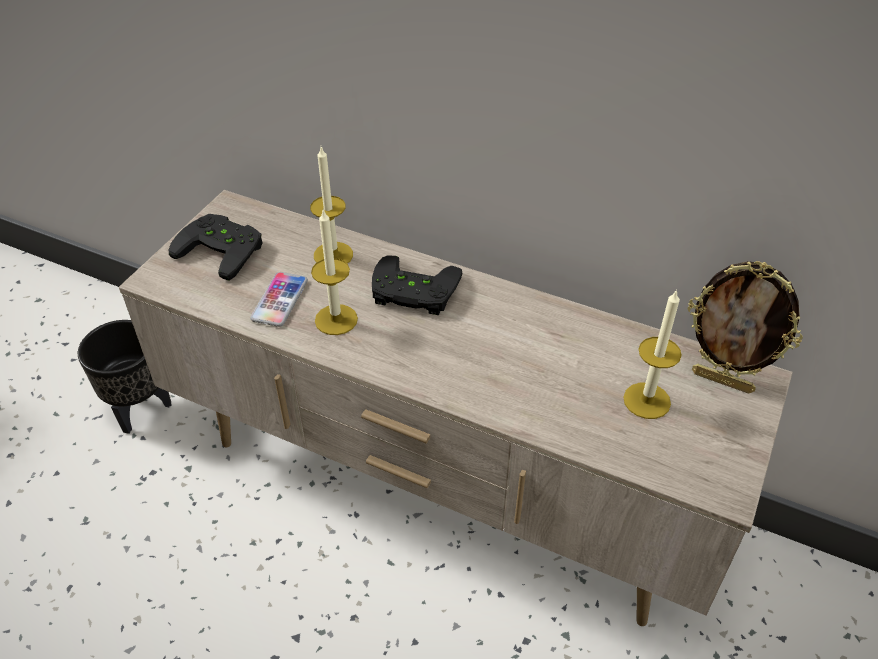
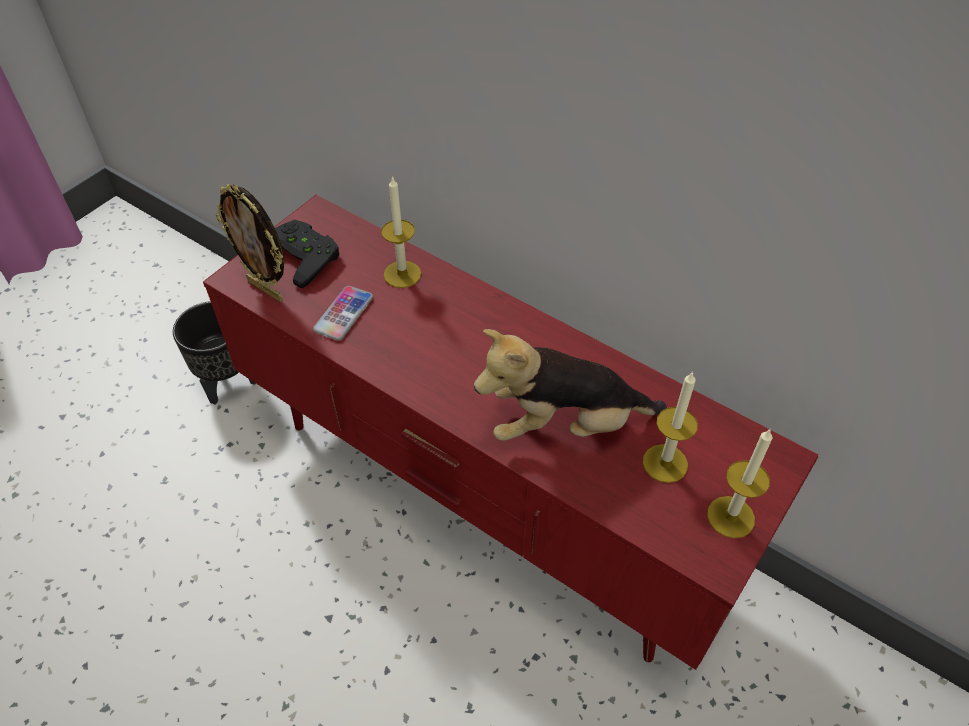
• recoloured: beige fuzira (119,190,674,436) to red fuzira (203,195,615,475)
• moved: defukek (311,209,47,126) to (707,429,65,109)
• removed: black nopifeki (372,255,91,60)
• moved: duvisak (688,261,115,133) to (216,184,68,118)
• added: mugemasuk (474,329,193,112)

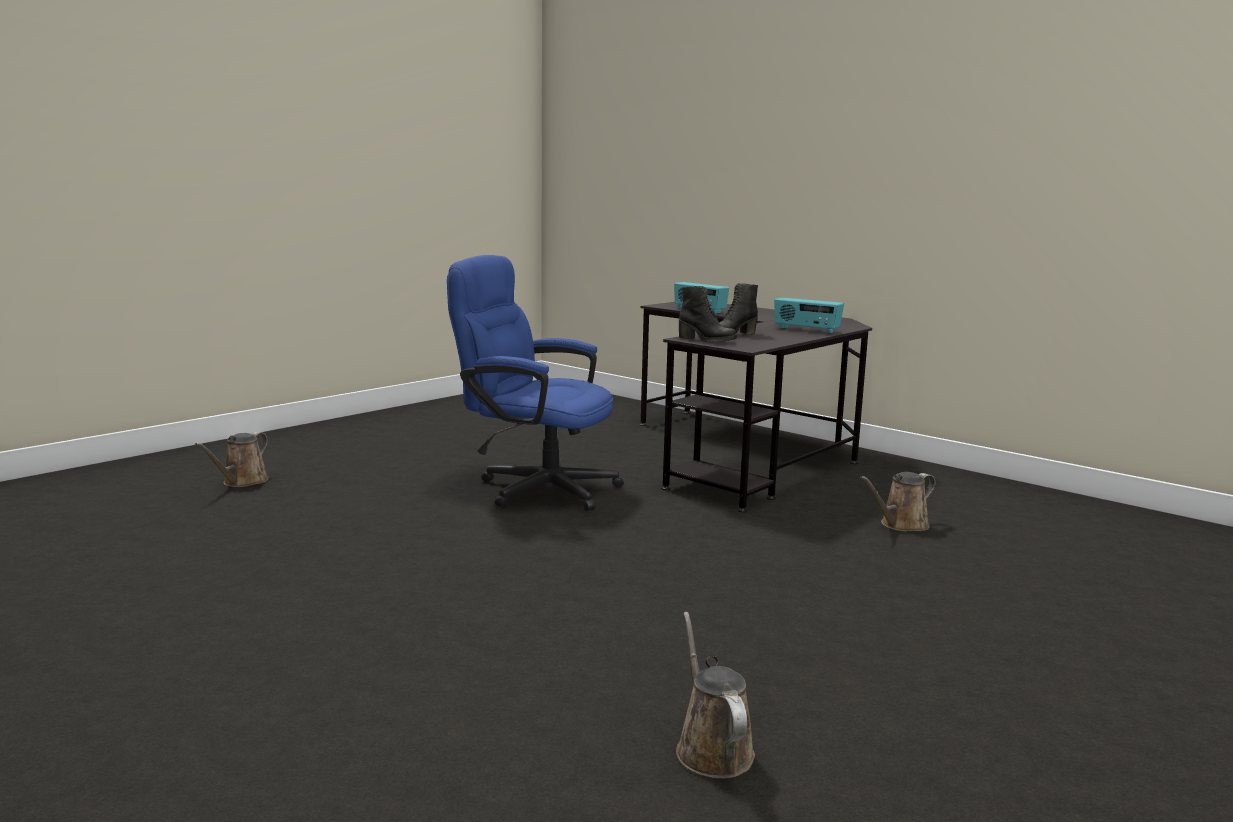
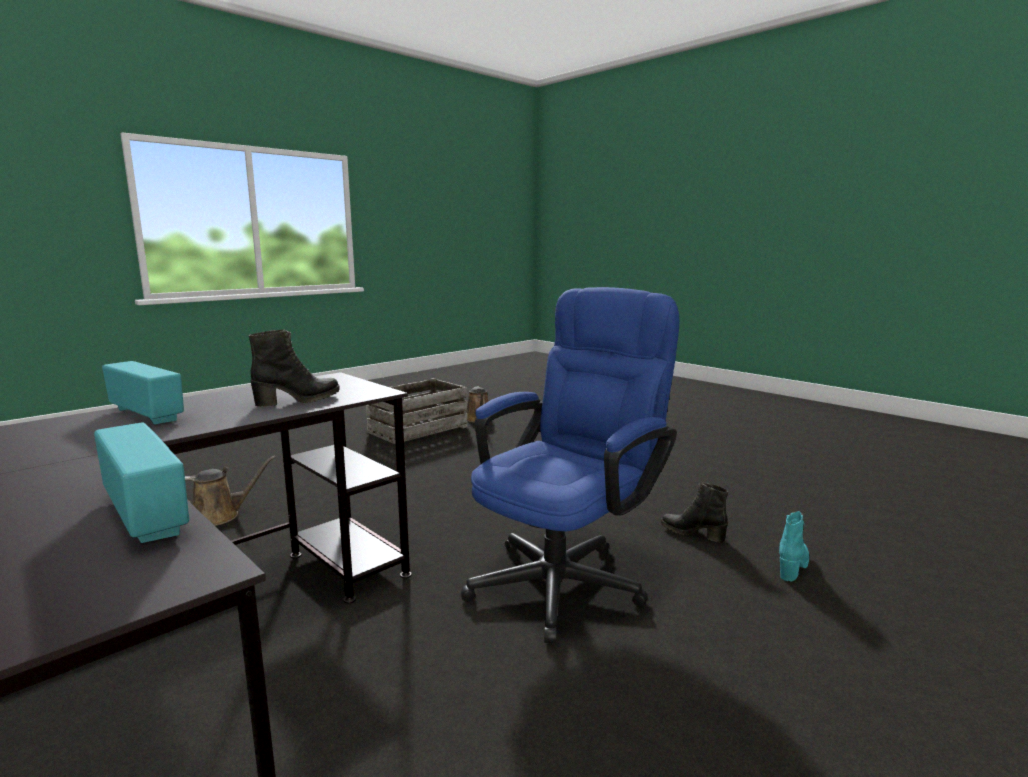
• turned: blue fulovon (447,255,177,256) = (461,287,218,356) 75 degrees counterclockwise
• moved: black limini (679,286,58,56) to (661,483,67,60)
• removed: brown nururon (195,432,74,55)
• added: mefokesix (366,378,101,67)
• added: turquoise limini (779,511,30,71)

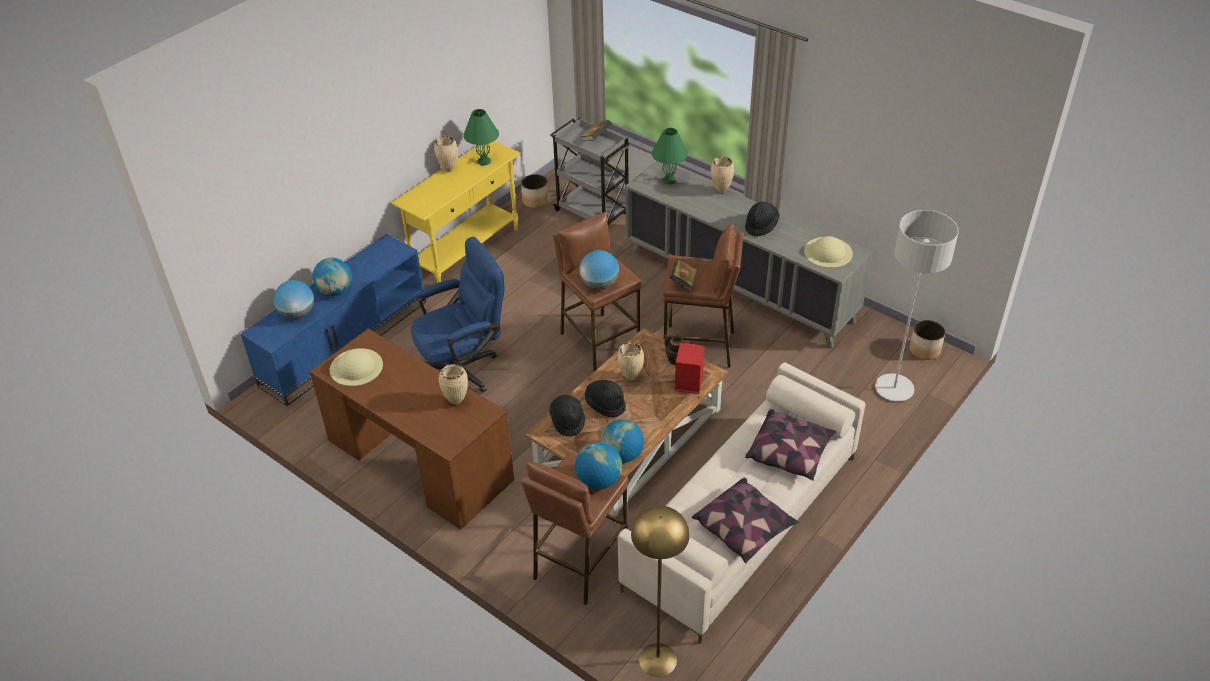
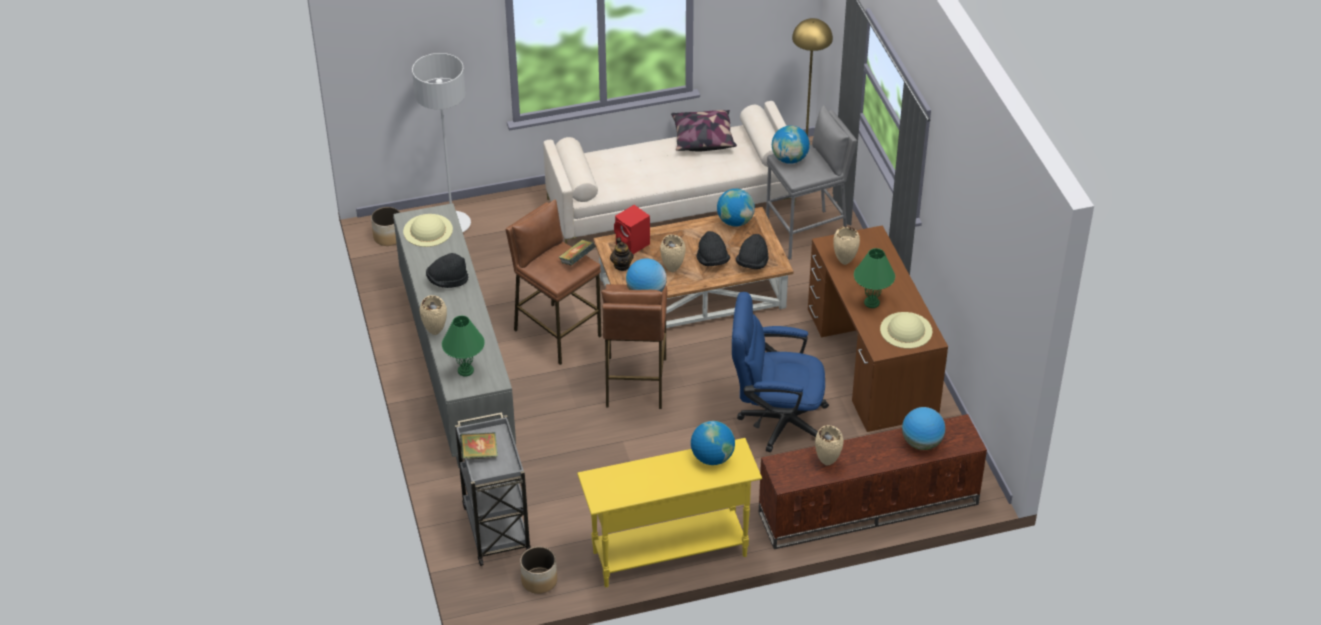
• moved: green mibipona (463,109,36,56) to (854,248,41,60)
• moved: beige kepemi (434,136,24,36) to (815,425,29,41)
• recoloured: blue fuzira (241,234,185,172) to brown fuzira (759,414,228,135)
• moved: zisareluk (312,258,40,38) to (691,421,44,44)
• removed: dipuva (745,408,91,73)
• recoloured: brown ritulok (521,452,107,153) to grey ritulok (766,105,91,155)

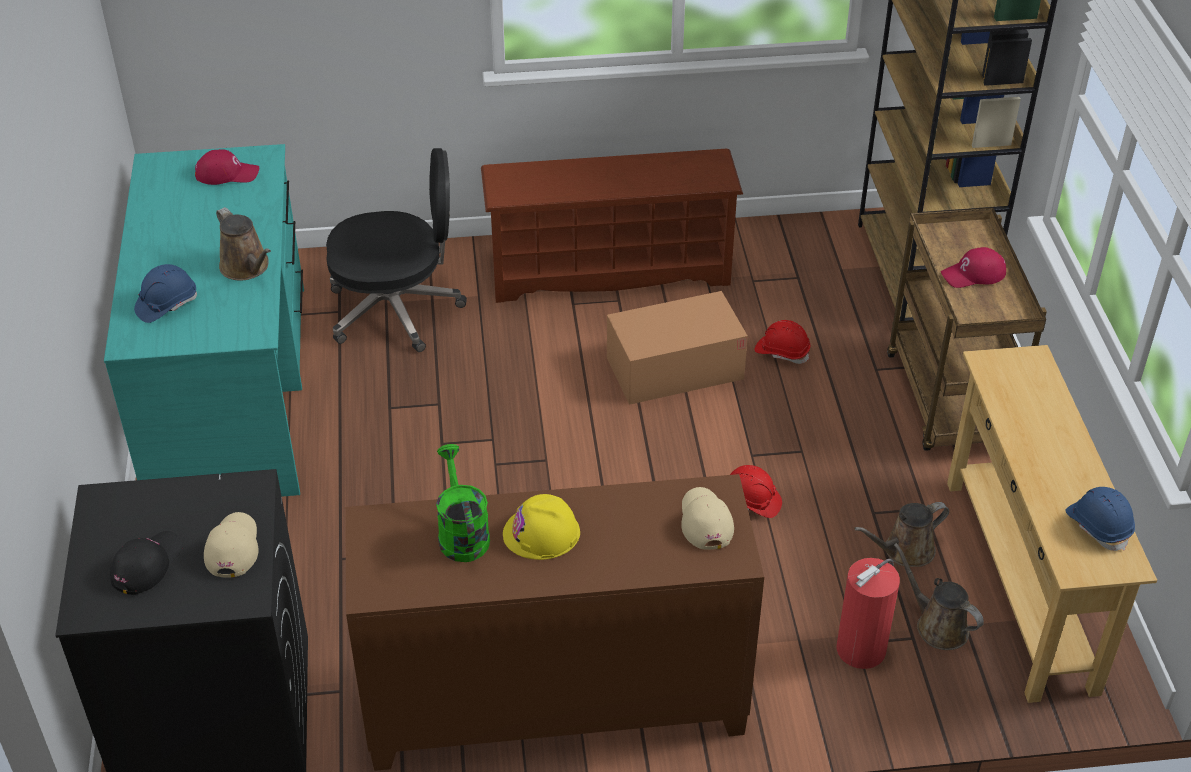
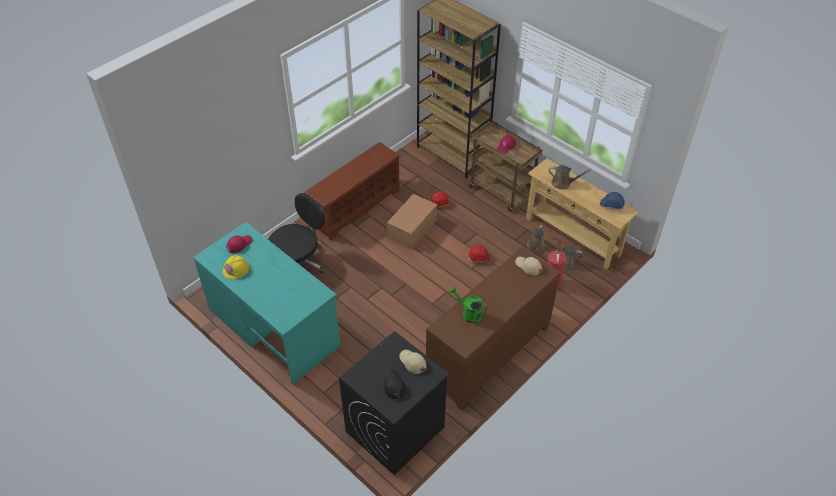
• moved: brown nururon (216,207,55,74) to (549,165,42,25)
• removed: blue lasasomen (134,264,63,59)
• moved: yellow lasasomen (503,494,77,66) to (223,255,26,24)

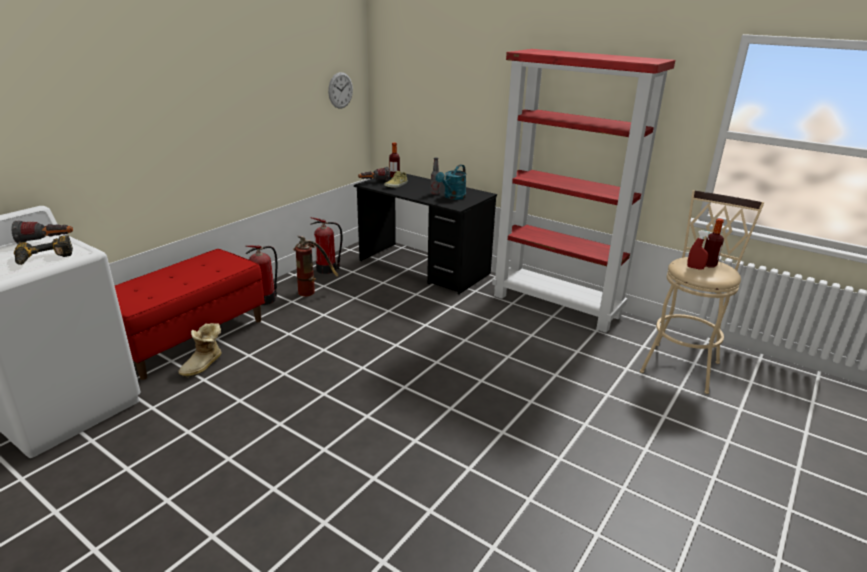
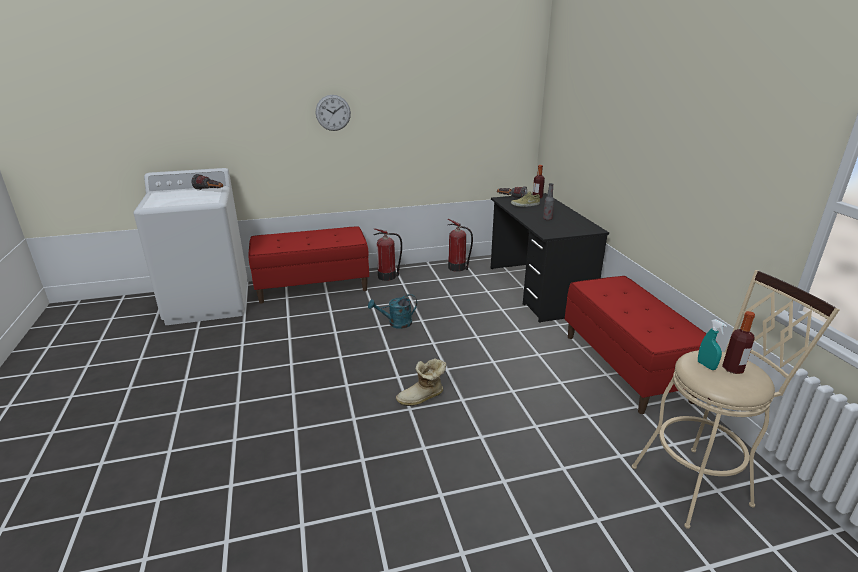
• replaced: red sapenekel (492,49,183,284) to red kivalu (565,276,152,138)
• moved: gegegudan (328,72,25,37) to (316,95,35,36)
• moved: turquoise nururon (436,164,30,36) to (368,294,49,35)
• recoloured: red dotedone (687,230,25,40) to turquoise dotedone (698,319,29,51)
• removed: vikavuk (14,235,59,30)
• removed: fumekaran (293,236,46,60)
• moved: limini (178,323,44,55) to (396,358,50,48)

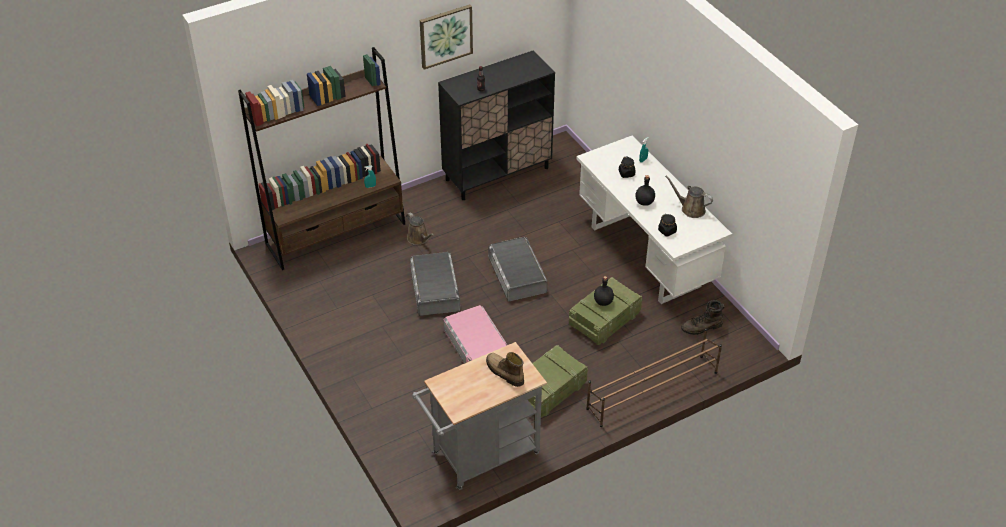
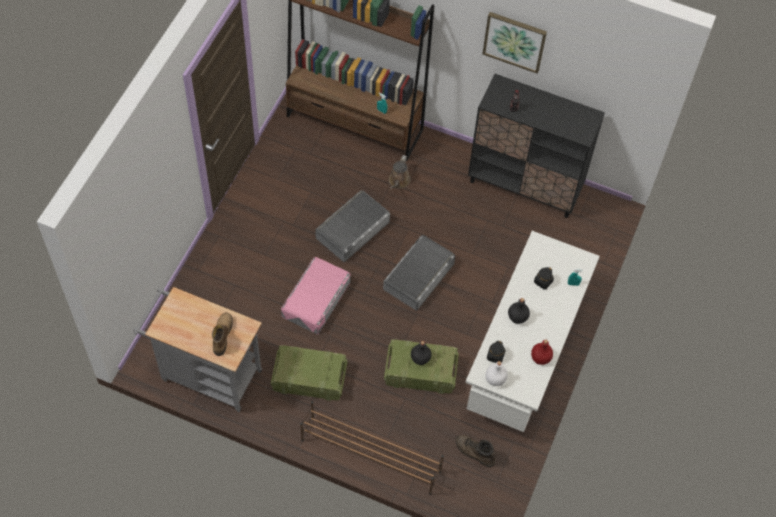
• replaced: brown nururon (665,176,48,42) to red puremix (531,340,22,25)
• added: white puremix (486,361,21,25)

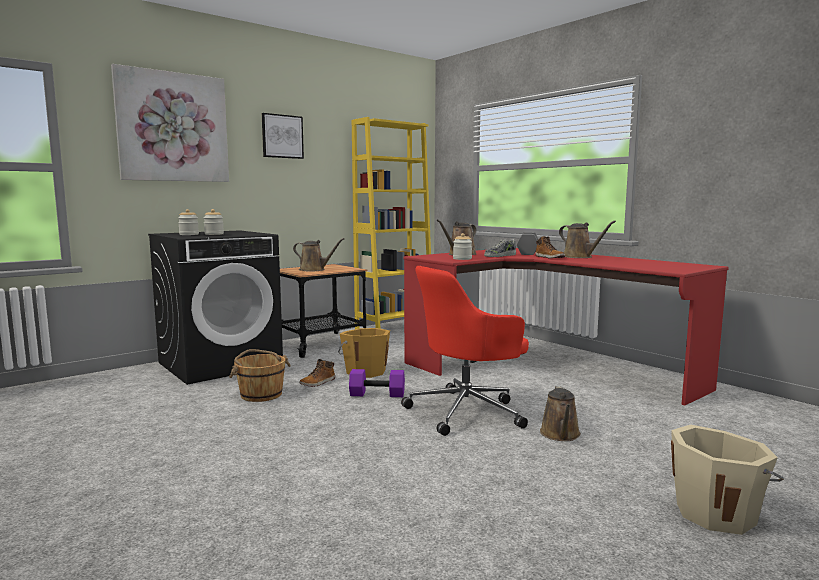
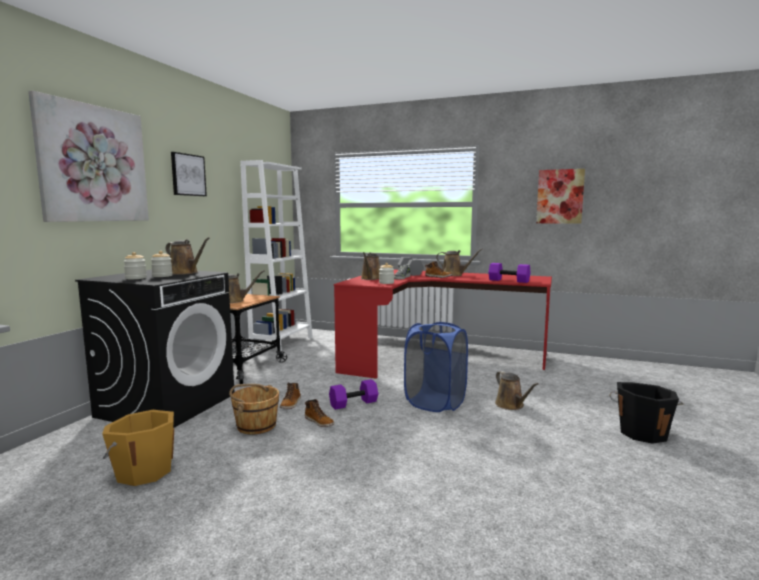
• recoloured: yellow sapenekel (352,117,79,212) to white sapenekel (240,160,73,191)
• replaced: red fulovon (401,266,128,170) to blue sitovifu (404,322,64,90)
• moved: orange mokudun (338,328,52,50) to (102,410,72,76)
• recoloured: beige mokudun (671,425,113,110) to black mokudun (609,382,74,62)
• added: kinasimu (536,169,49,55)
• added: brown nururon (166,237,44,38)
• added: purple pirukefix (488,263,43,20)
• added: limini (305,399,29,28)

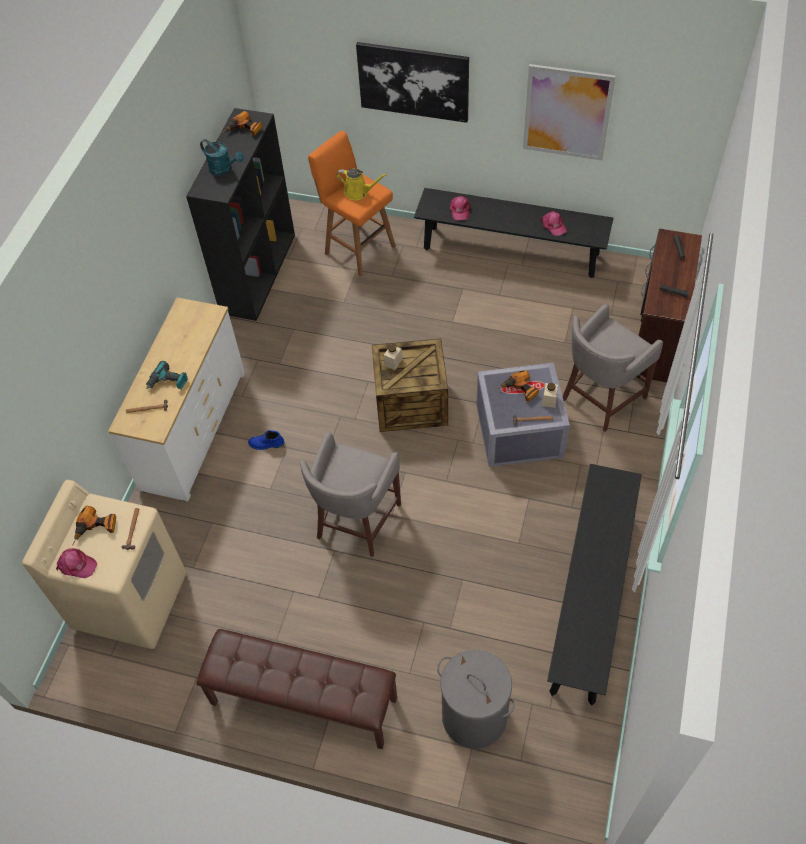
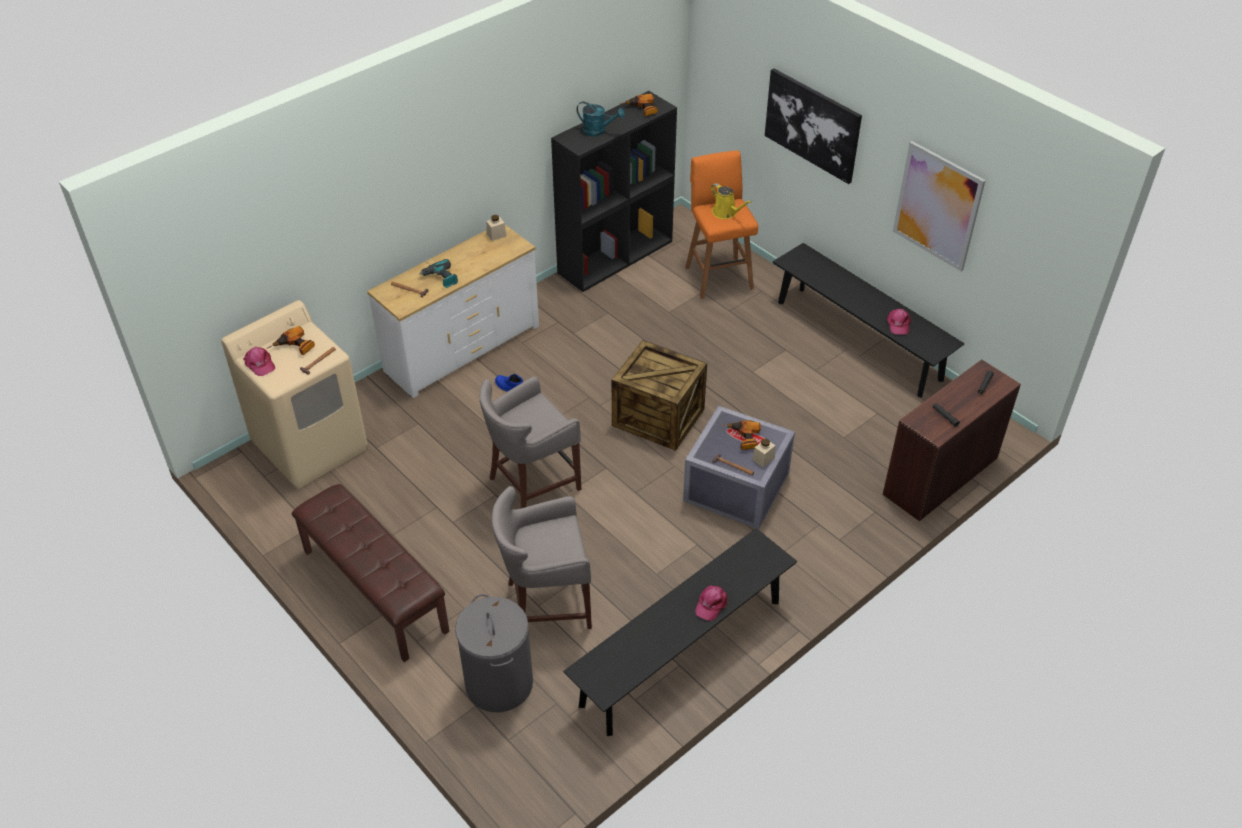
• turned: turquoise nururon (200,139,44,37) = (577,102,48,34) 45 degrees counterclockwise
• moved: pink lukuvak (450,196,21,24) to (695,586,32,34)
• moved: grey ritulok (562,304,101,128) to (492,486,100,143)
• moved: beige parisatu (384,345,19,25) to (486,215,20,26)

